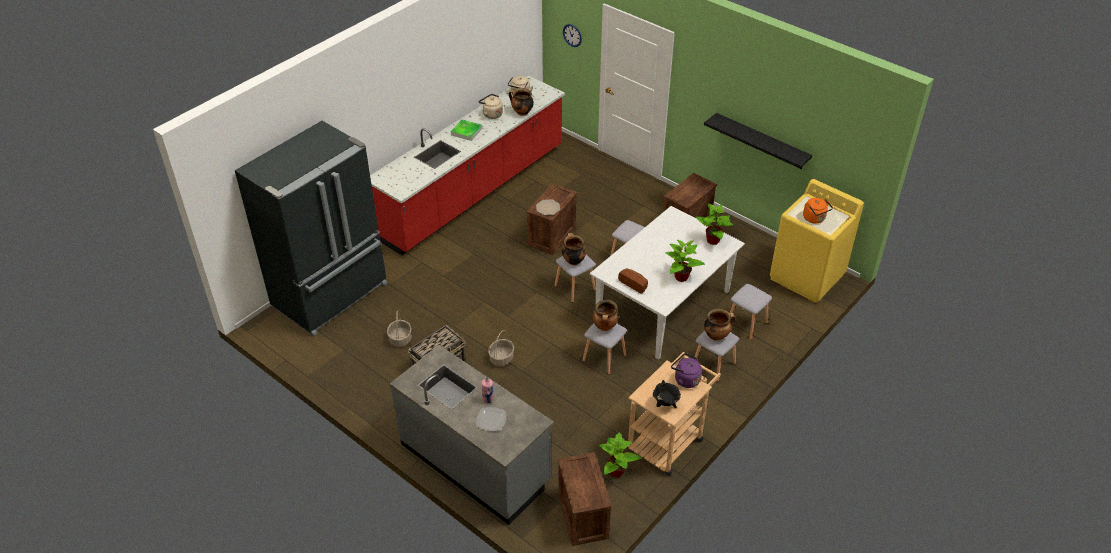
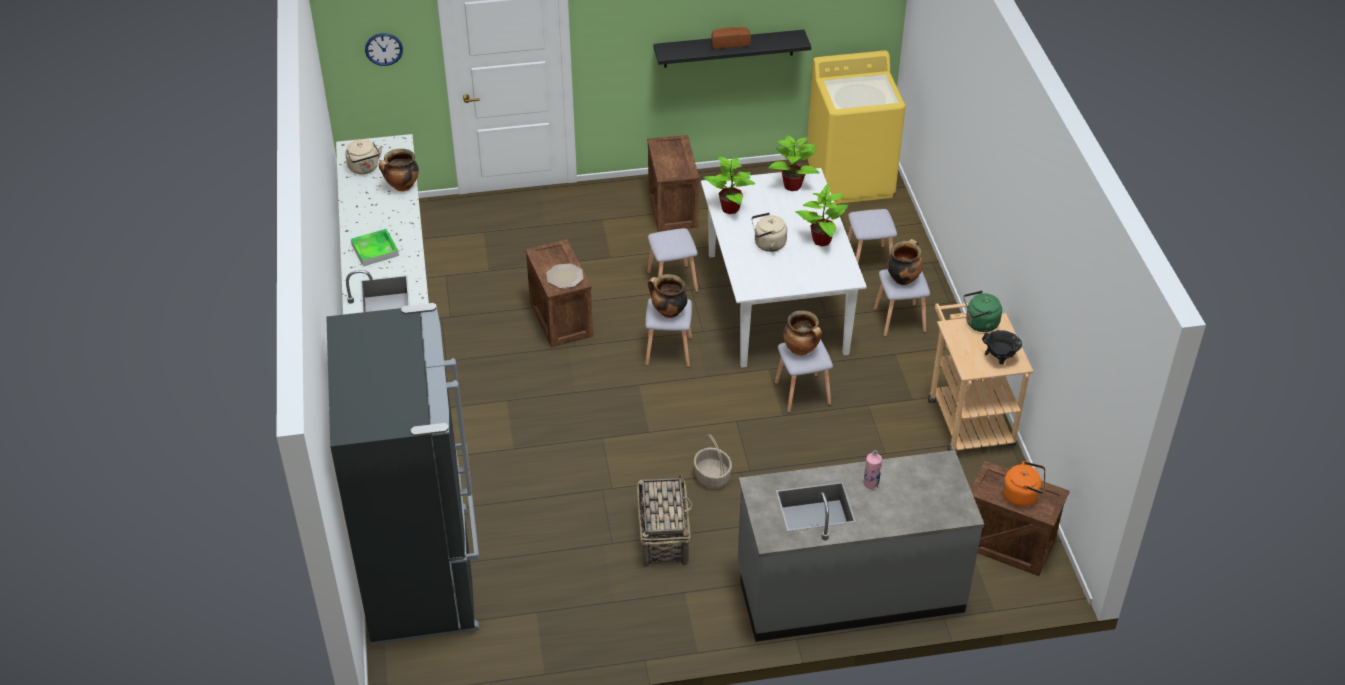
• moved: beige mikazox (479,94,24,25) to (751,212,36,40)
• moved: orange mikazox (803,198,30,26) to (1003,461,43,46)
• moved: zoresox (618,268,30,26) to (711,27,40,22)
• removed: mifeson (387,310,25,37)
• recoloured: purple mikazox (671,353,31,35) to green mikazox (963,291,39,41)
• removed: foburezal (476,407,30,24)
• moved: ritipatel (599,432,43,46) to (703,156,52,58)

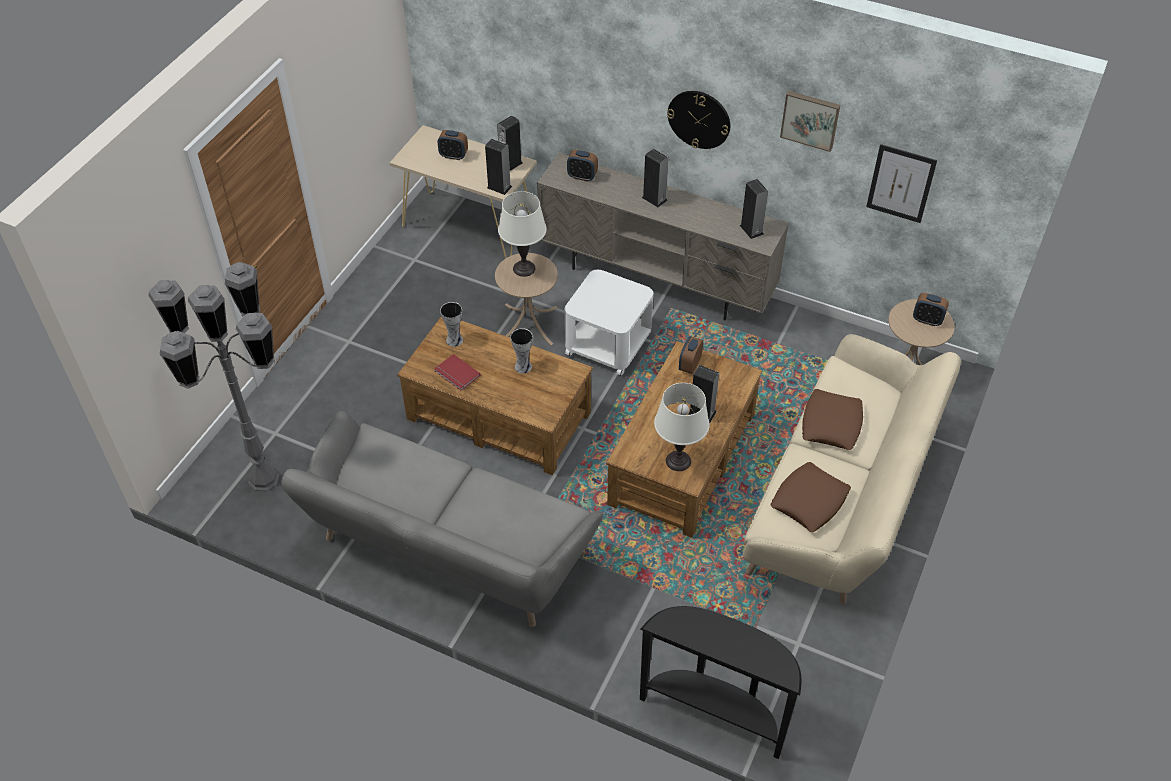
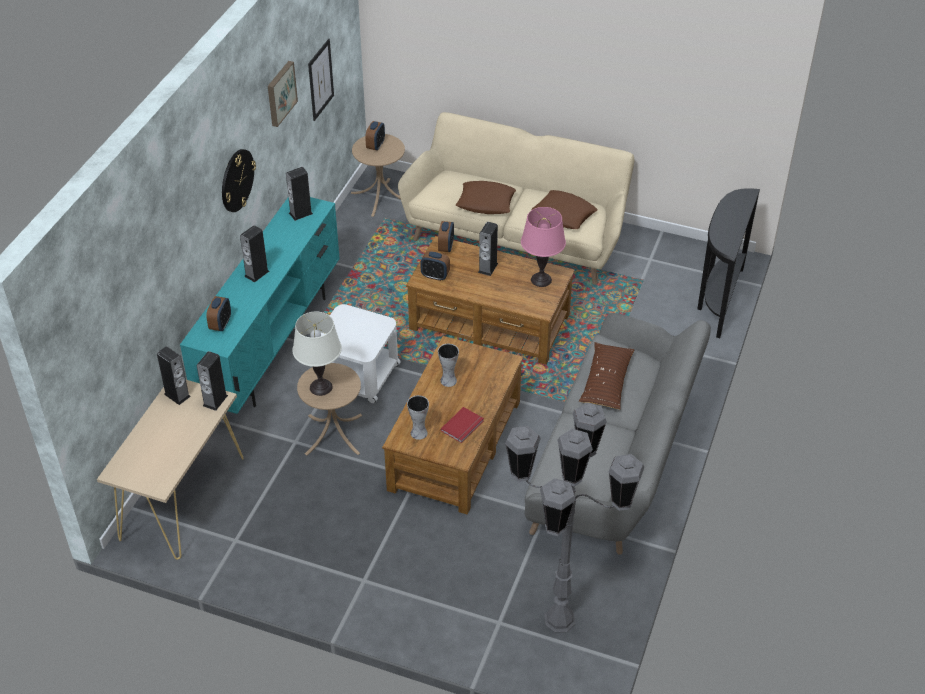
• moved: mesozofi (438,130,30,30) to (438,221,16,31)
• recoloured: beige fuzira (537,153,252,168) to turquoise fuzira (180,197,160,217)
• recoloured: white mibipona (654,383,56,88) to pink mibipona (521,207,45,80)
• added: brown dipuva (579,342,55,67)

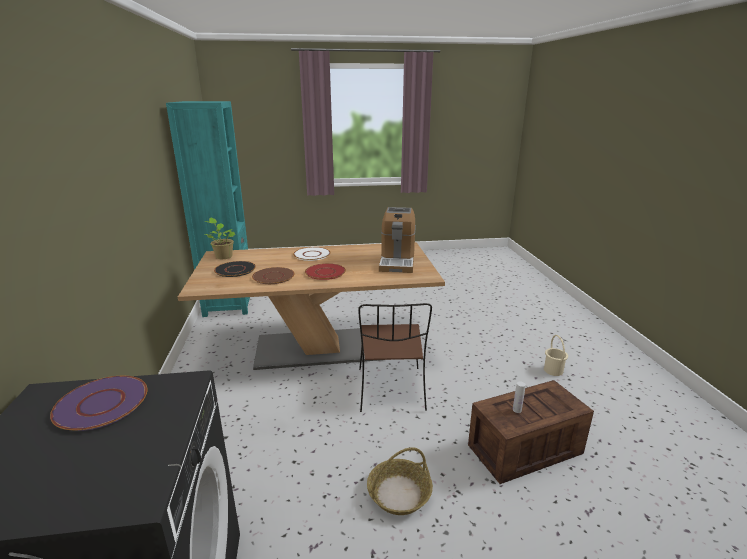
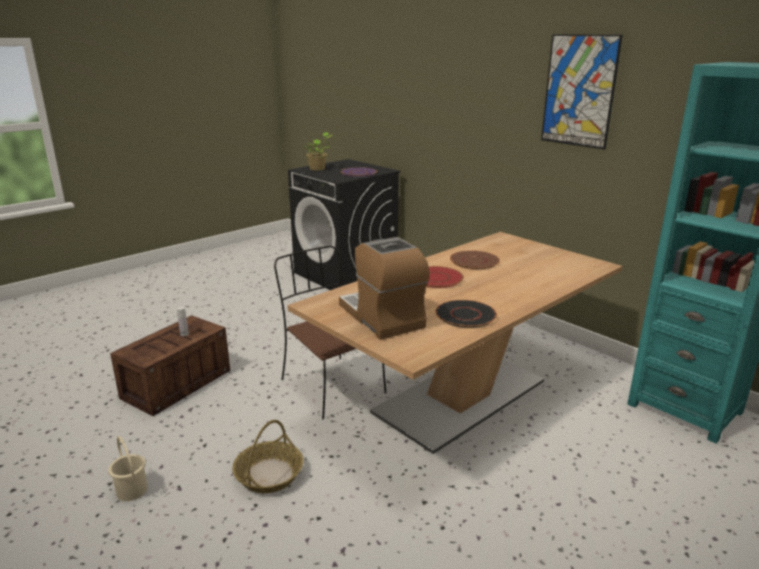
• moved: ritipatel (205,217,30,42) to (303,132,30,39)
• removed: white foburezal (293,247,37,14)
• moved: black foburezal (214,261,42,16) to (435,300,62,28)
• moved: mifeson (367,447,66,68) to (232,420,72,73)
• added: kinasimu (541,34,82,116)

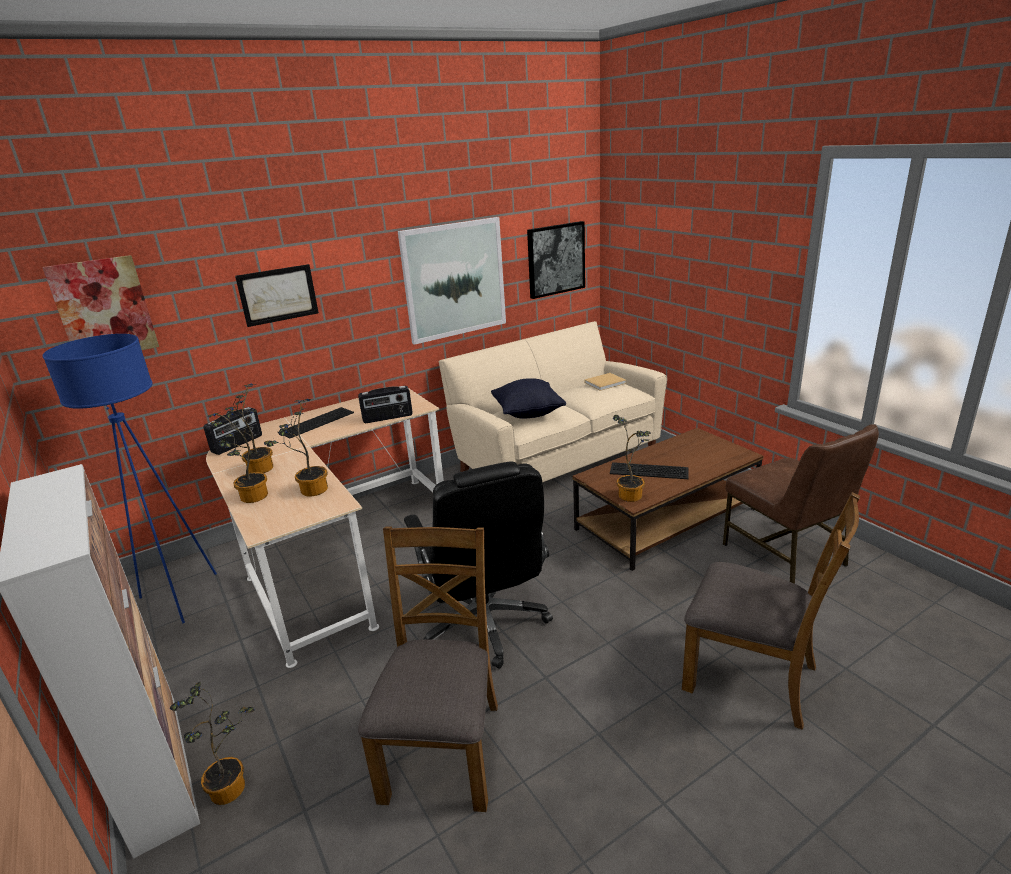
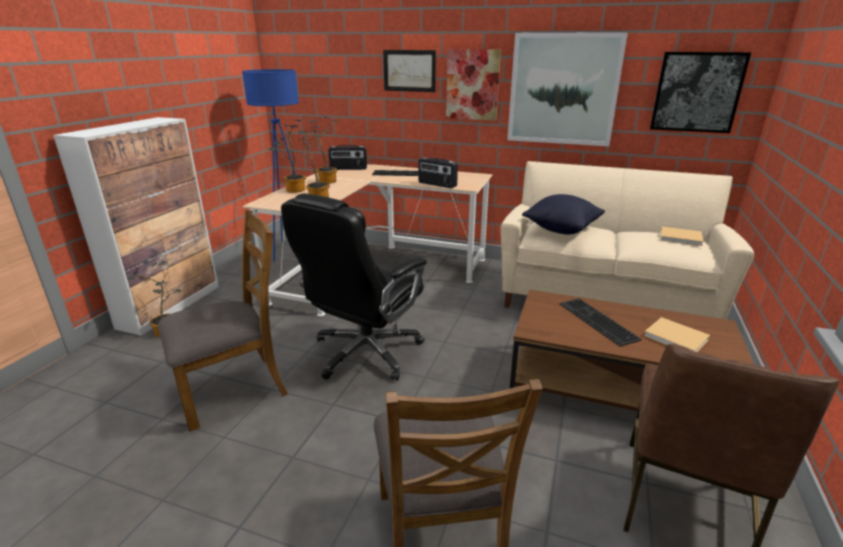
• moved: kinasimu (43,255,116,95) to (446,49,55,72)
• removed: ritipatel (613,415,38,87)
• added: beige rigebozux (644,317,66,35)

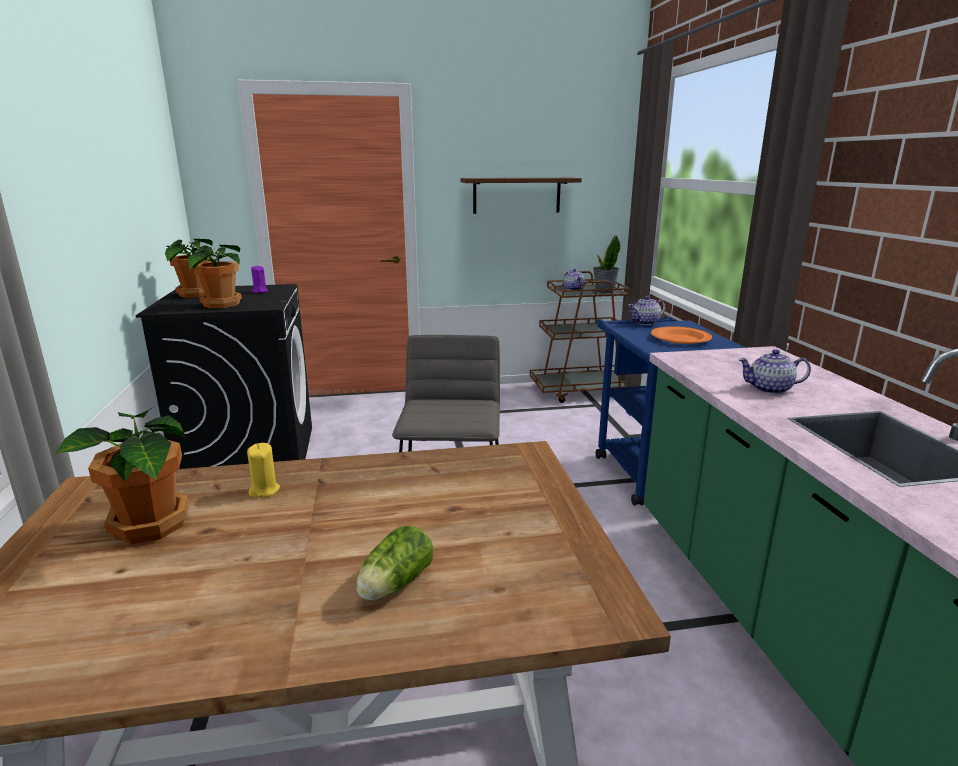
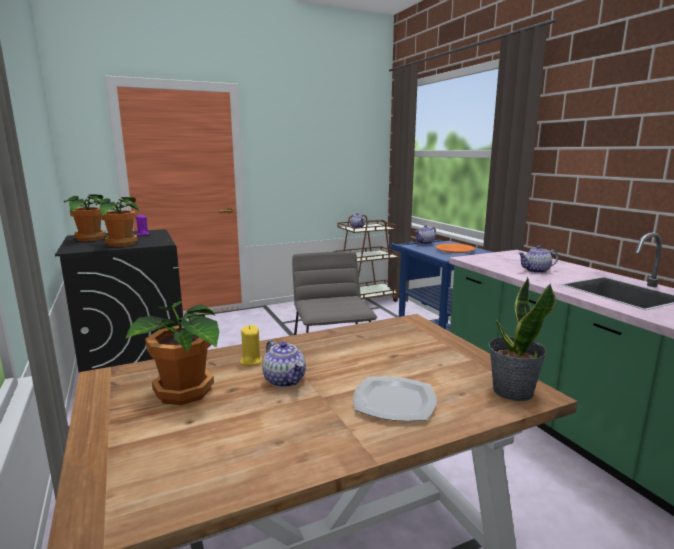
• removed: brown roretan (460,178,122,36)
• moved: ritipatel (593,236,27,57) to (489,277,66,124)
• replaced: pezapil (356,526,77,74) to foburezal (353,377,84,44)
• added: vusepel (262,340,44,48)

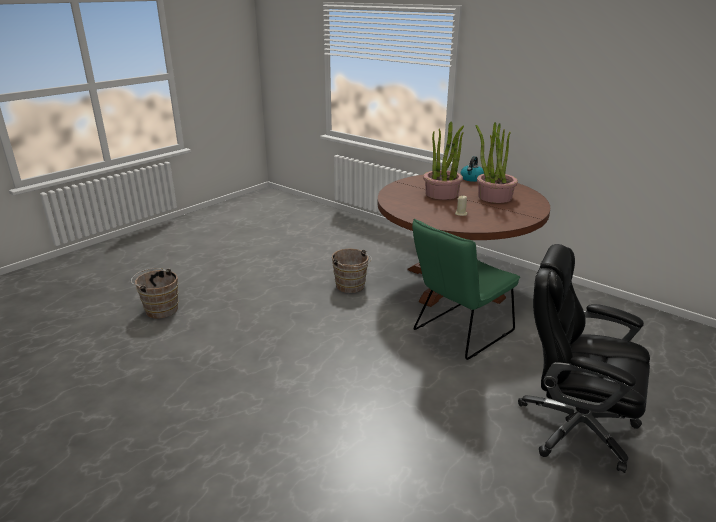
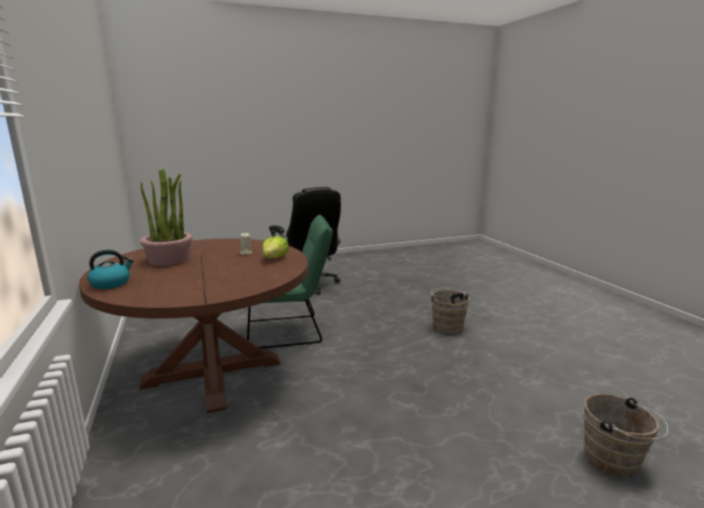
• removed: ritipatel (423,121,41,79)
• moved: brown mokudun (332,248,40,45) to (430,287,40,47)
• added: pezapil (262,236,27,22)

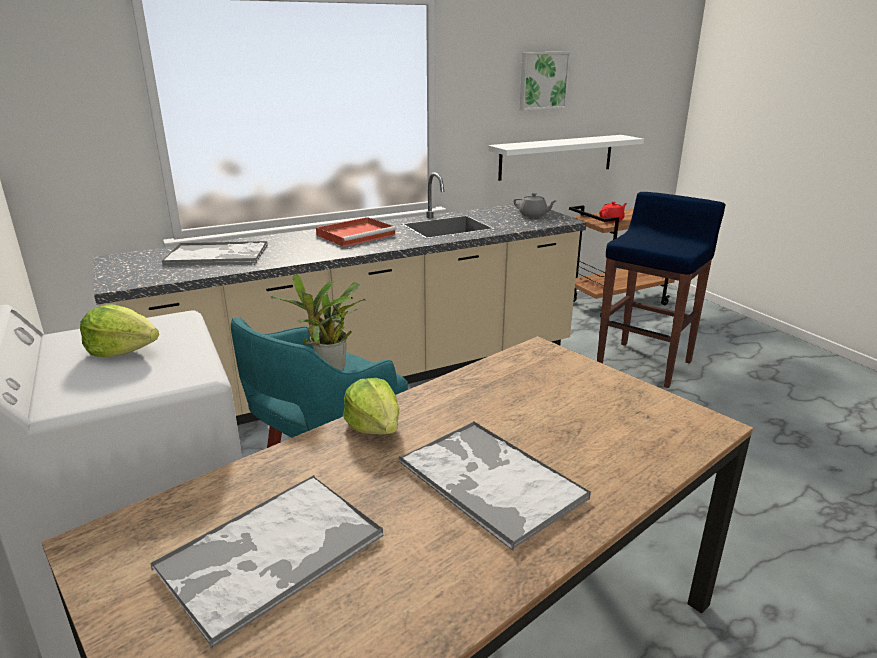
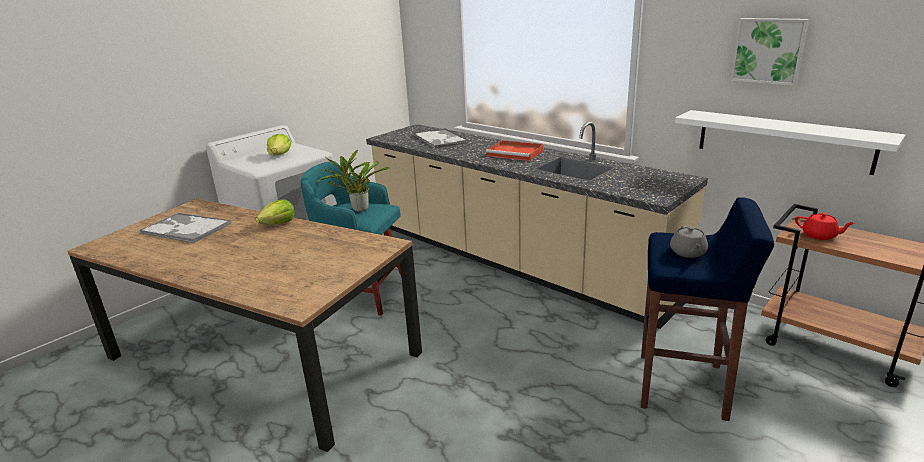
• moved: grey vusepel (514,193,43,25) to (670,225,38,33)
• removed: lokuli (399,421,192,130)

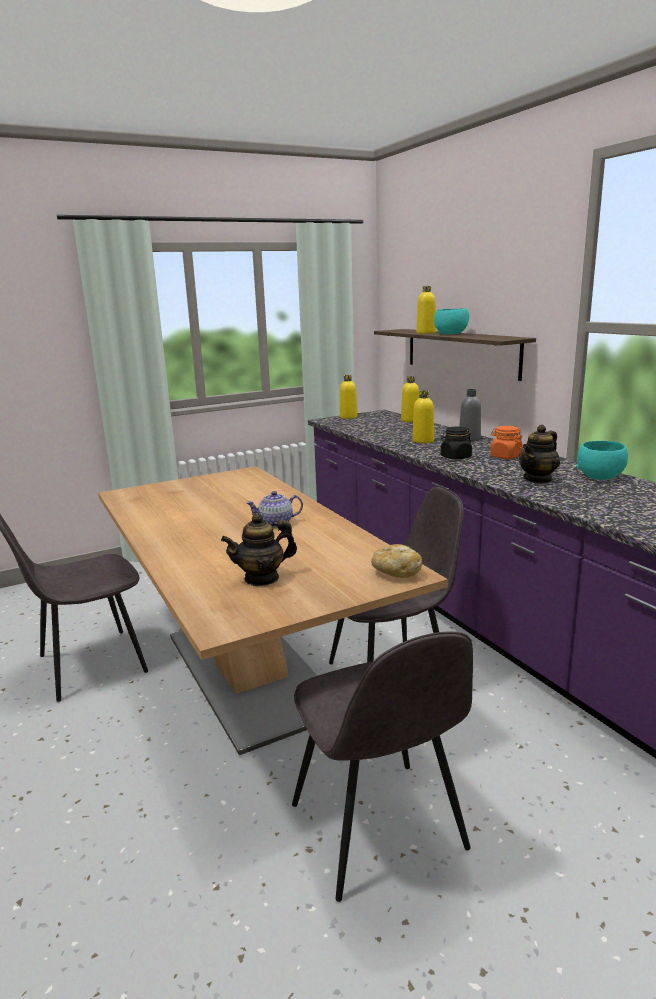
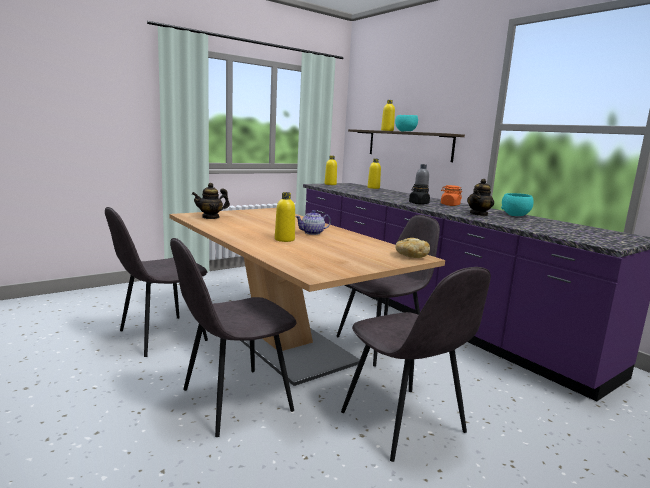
• moved: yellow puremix (413,391,21,52) to (275,192,20,50)
• moved: vusepel (221,513,76,73) to (192,183,38,36)
• added: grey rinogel (170,238,127,199)

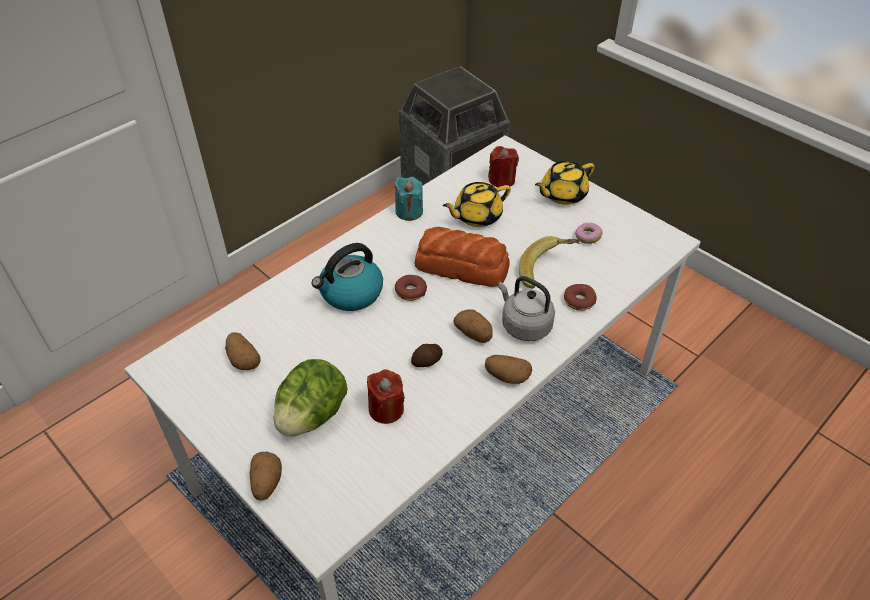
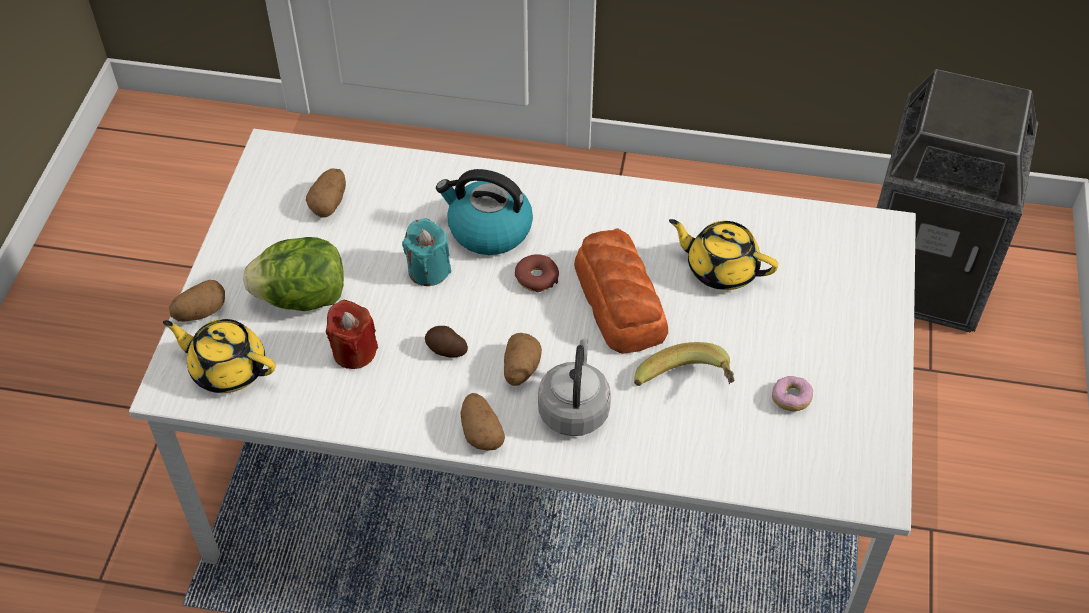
• removed: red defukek (488,146,31,41)
• moved: yellow vusepel (535,161,60,44) to (163,319,112,74)
• moved: turquoise defukek (394,177,29,44) to (402,218,49,68)
• removed: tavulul (564,284,33,26)

